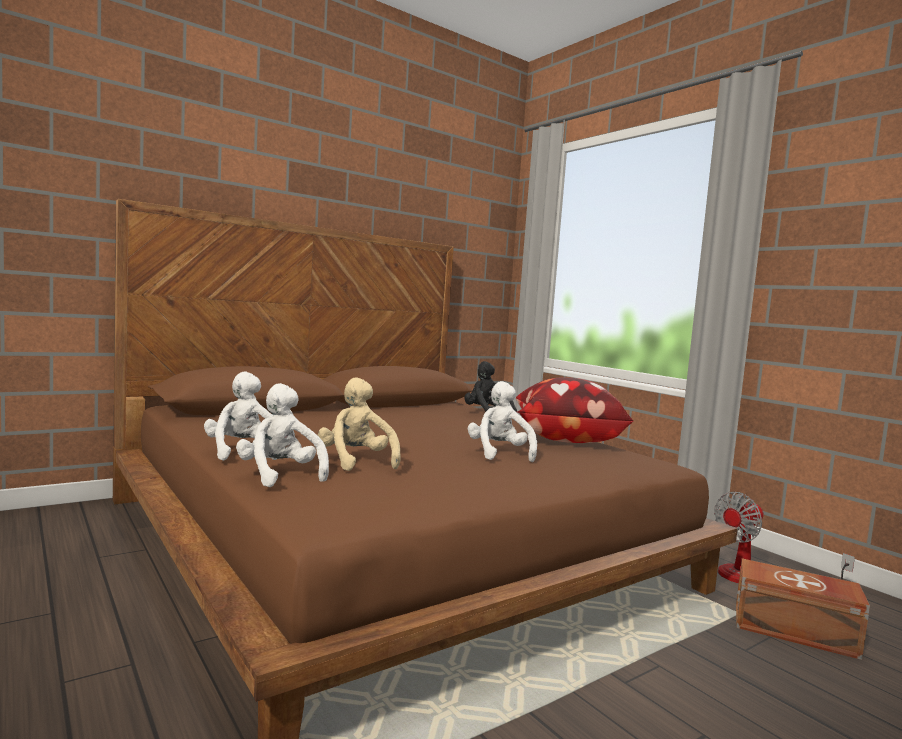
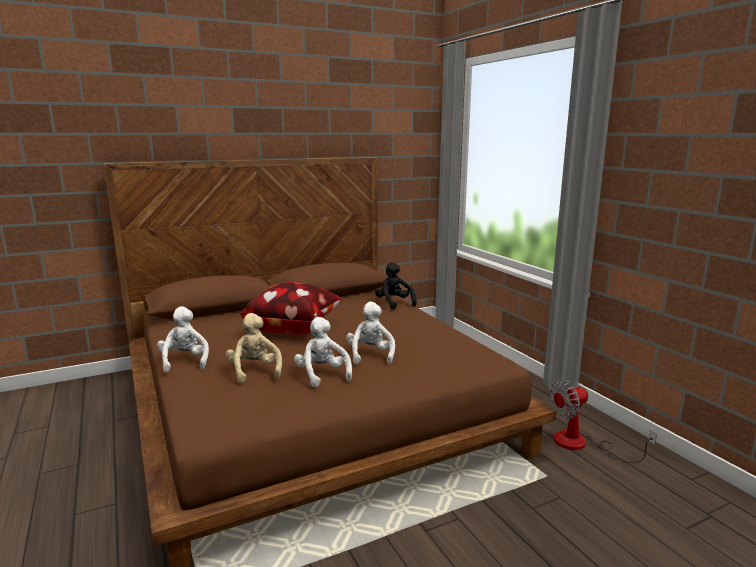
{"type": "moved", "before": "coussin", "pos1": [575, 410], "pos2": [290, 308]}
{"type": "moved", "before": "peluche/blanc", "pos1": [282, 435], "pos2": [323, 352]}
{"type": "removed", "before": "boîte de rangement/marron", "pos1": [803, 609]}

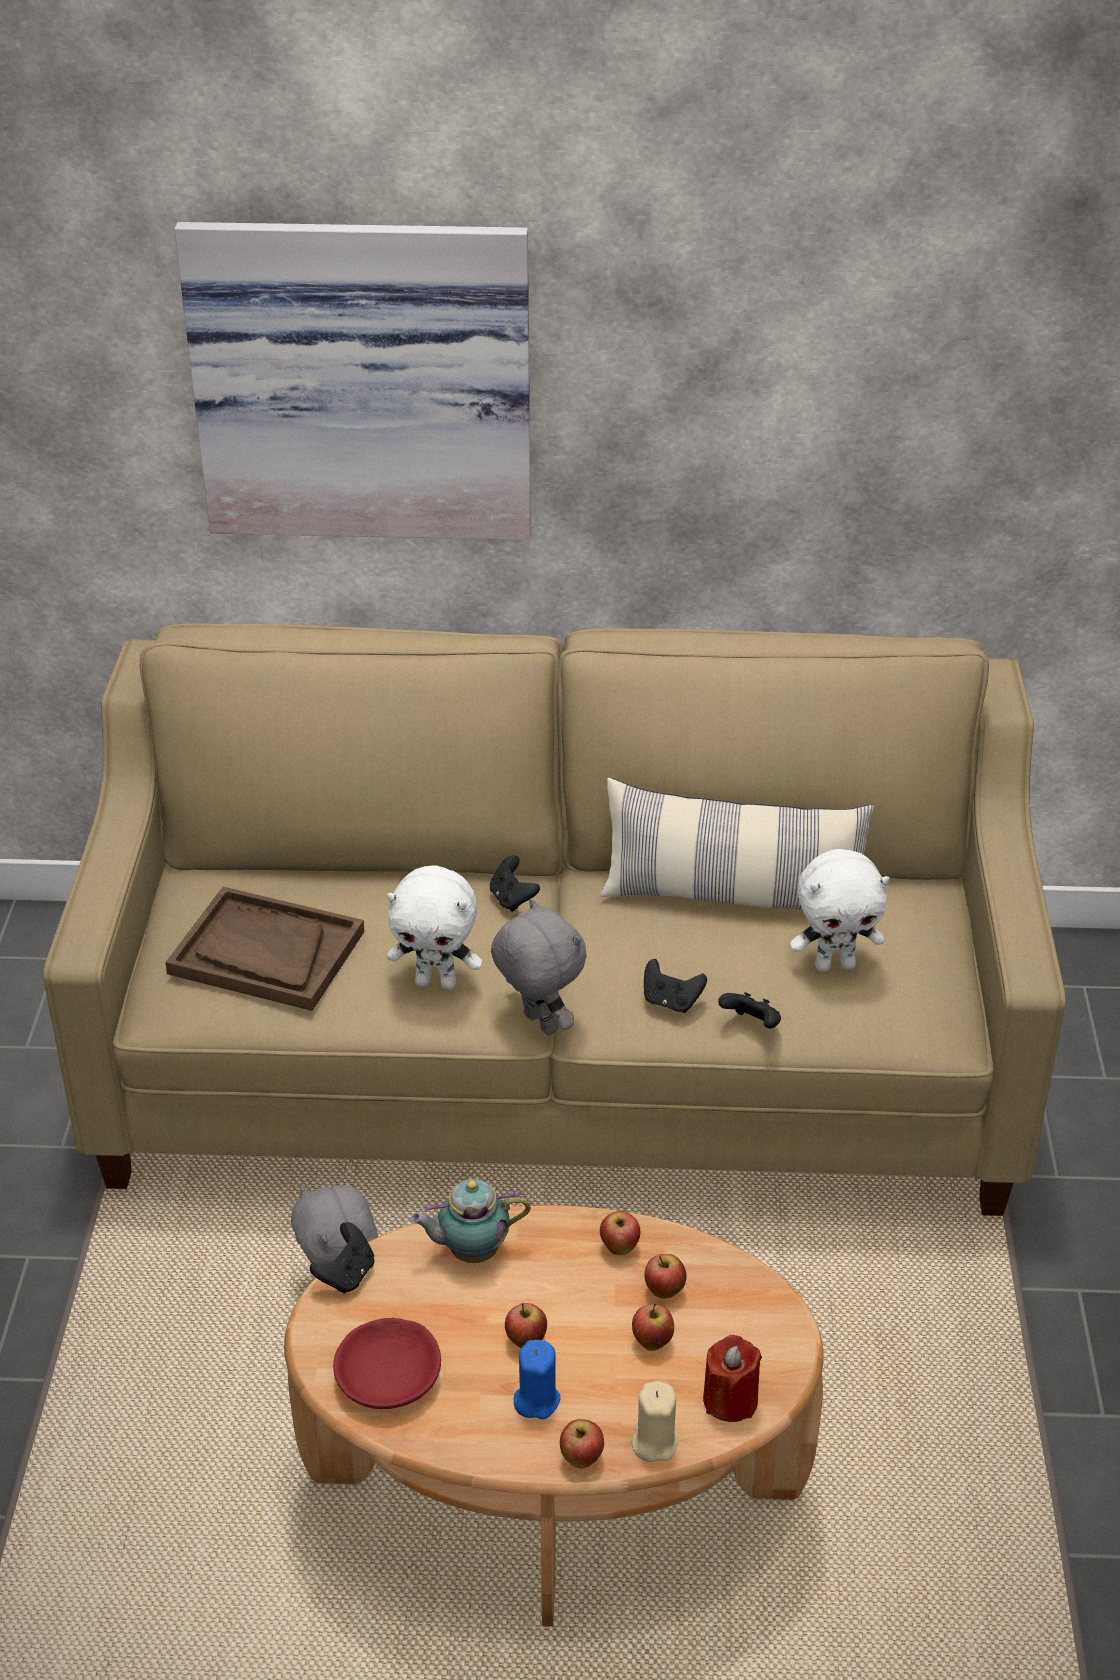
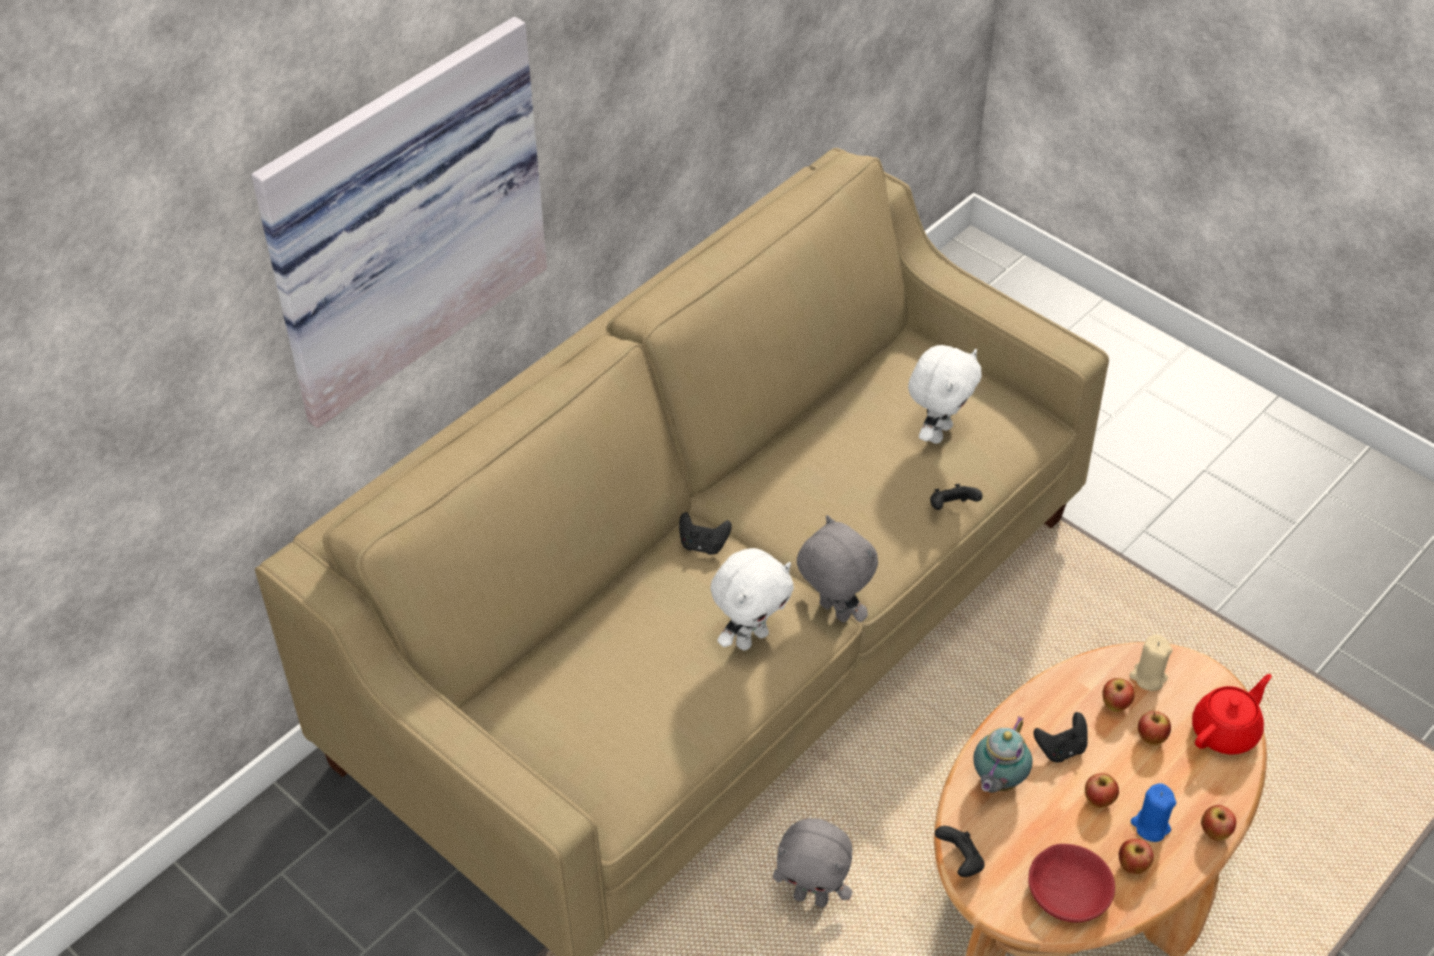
{"type": "turned", "before": "peluche/gris", "pos1": [539, 966], "pos2": [837, 569], "turn": 45}
{"type": "moved", "before": "manette/noir", "pos1": [675, 986], "pos2": [1061, 737]}
{"type": "moved", "before": "pomme", "pos1": [620, 1233], "pos2": [1136, 856]}
{"type": "moved", "before": "bougie/beige", "pos1": [654, 1421], "pos2": [1151, 662]}
{"type": "replaced", "before": "bougie/rouge", "after": "théière/rouge", "pos1": [732, 1378], "pos2": [1232, 714]}
{"type": "removed", "before": "plateau/marron", "pos1": [264, 949]}
{"type": "removed", "before": "coussin", "pos1": [737, 844]}

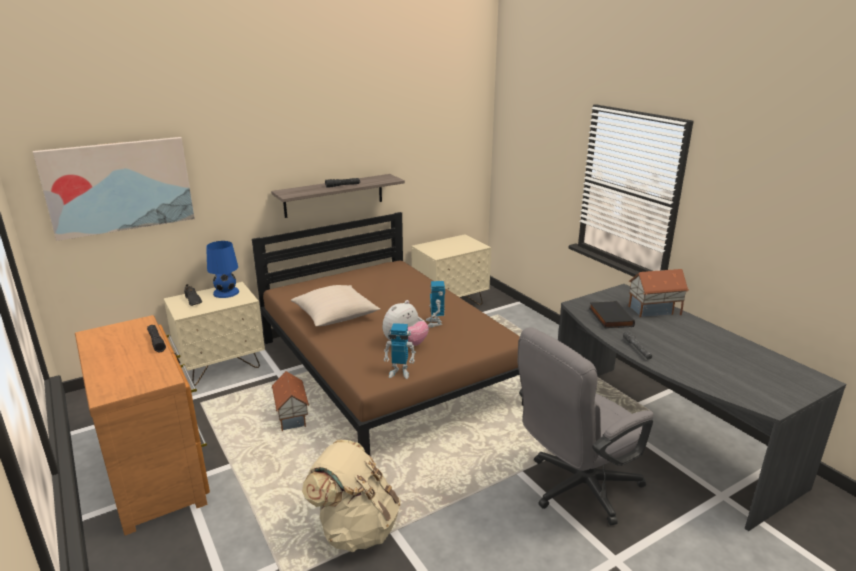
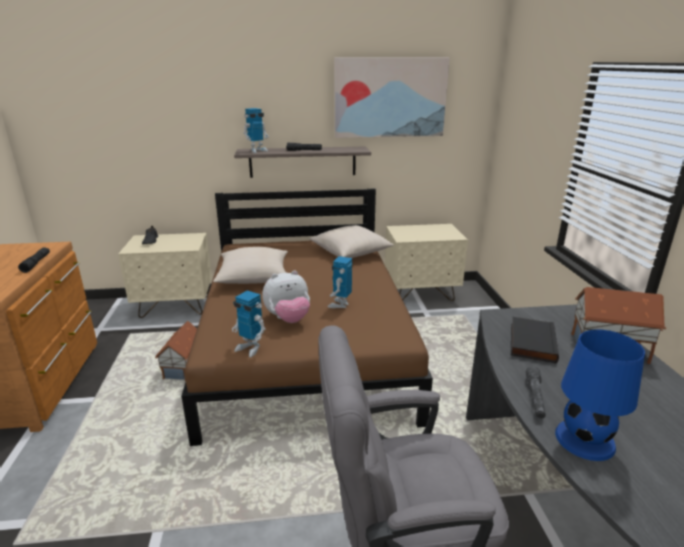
{"type": "added", "after": "robot jouet", "pos2": [256, 130]}
{"type": "added", "after": "coussin/beige", "pos2": [352, 241]}
{"type": "moved", "before": "tableau", "pos1": [114, 189], "pos2": [392, 97]}
{"type": "moved", "before": "lampe de table/bleu", "pos1": [222, 269], "pos2": [600, 395]}
{"type": "removed", "before": "sac à dos/beige", "pos1": [351, 496]}

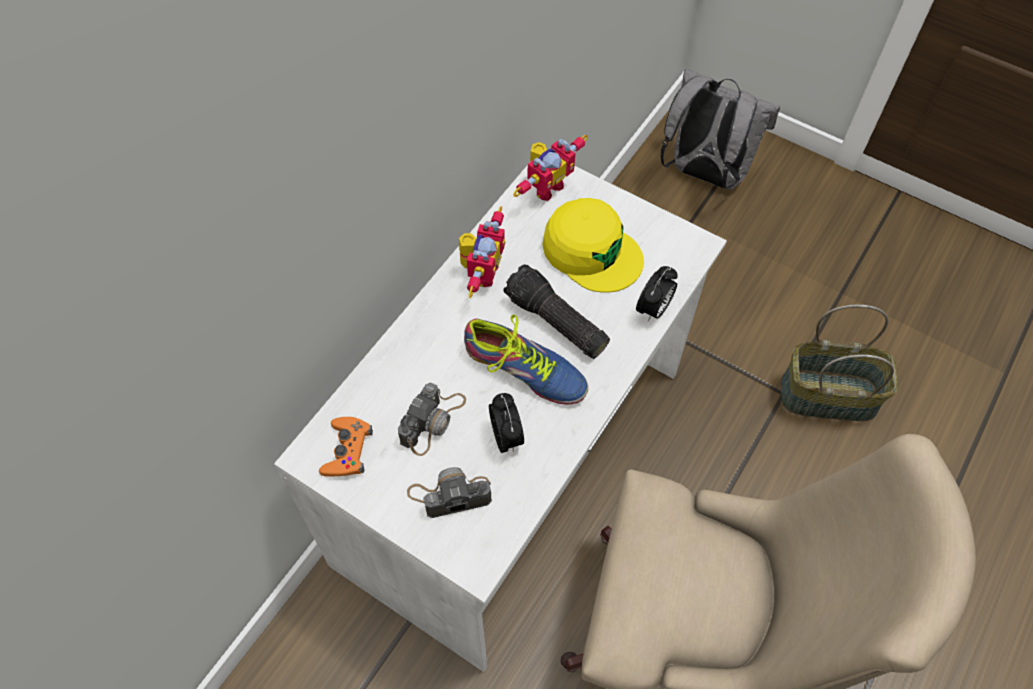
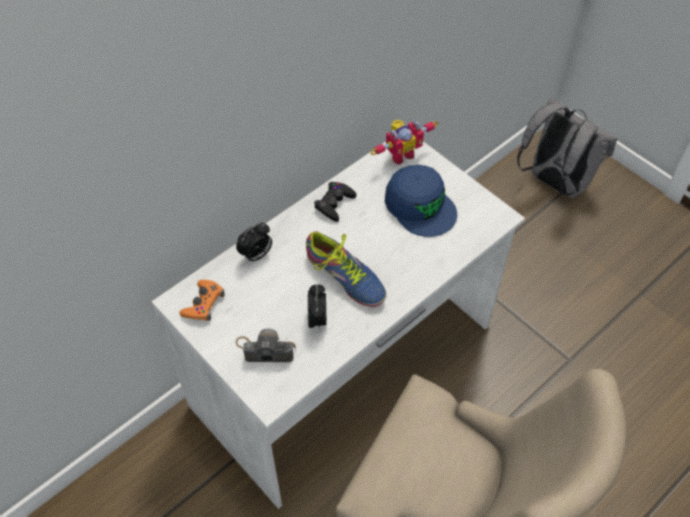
{"type": "moved", "before": "réveil", "pos1": [657, 293], "pos2": [254, 243]}
{"type": "replaced", "before": "robot jouet", "after": "manette/noir", "pos1": [482, 252], "pos2": [335, 202]}
{"type": "recoloured", "before": "casquette/jaune", "after": "casquette/bleu", "pos1": [593, 245], "pos2": [421, 201]}
{"type": "removed", "before": "appareil photo", "pos1": [432, 419]}
{"type": "removed", "before": "lampe de poche", "pos1": [556, 311]}
{"type": "removed", "before": "panier", "pos1": [839, 362]}

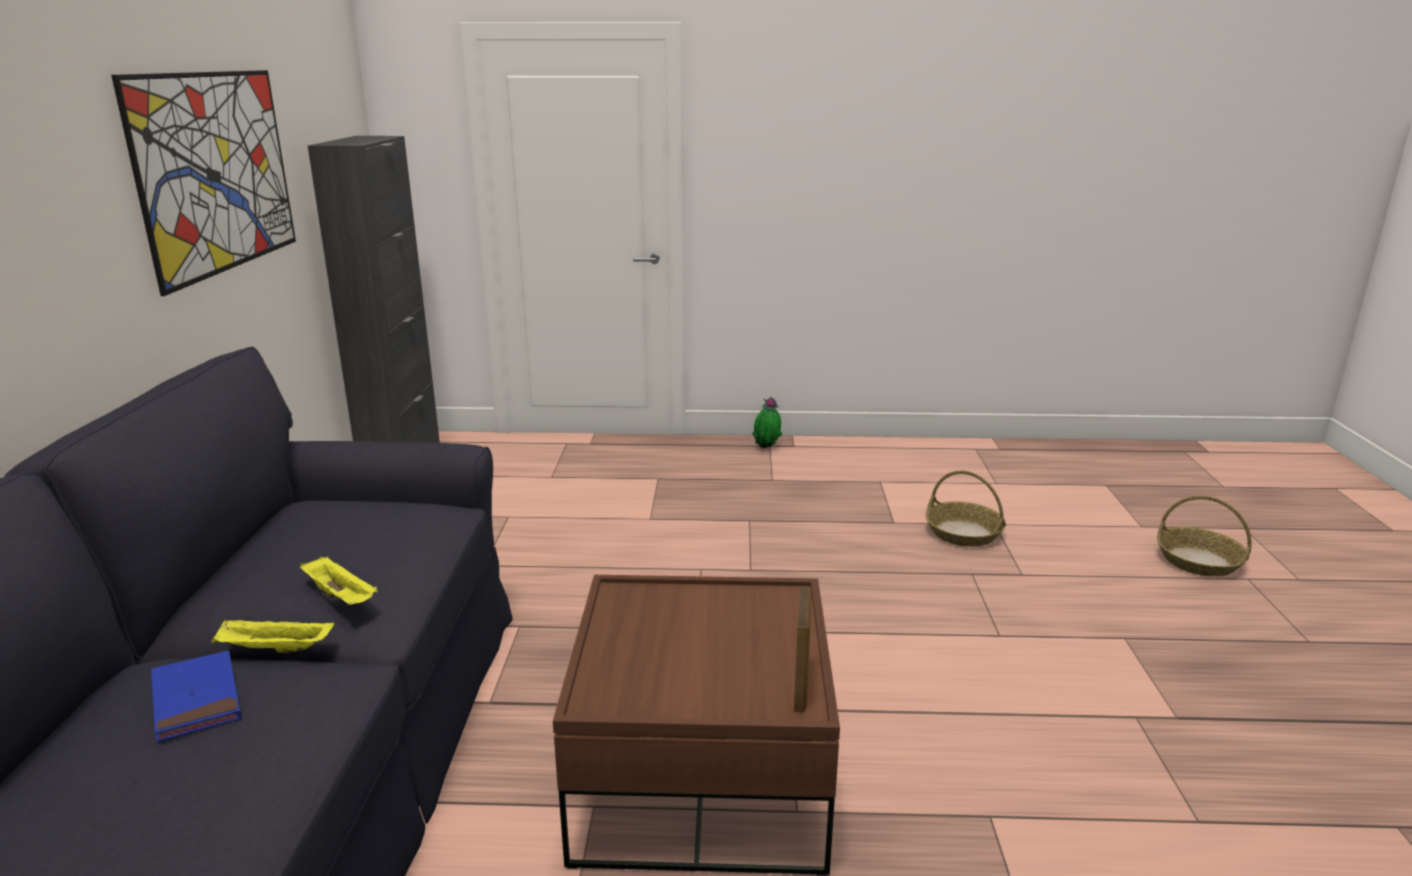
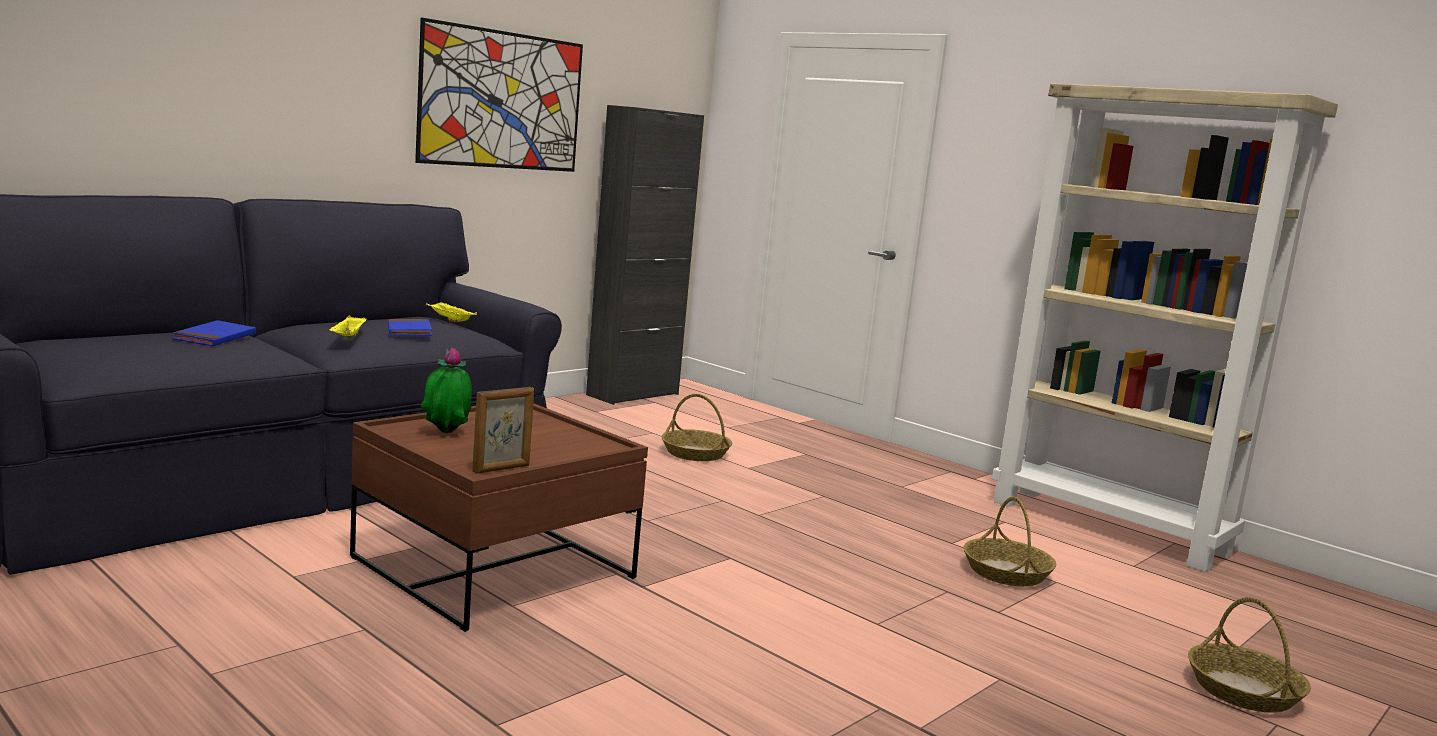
{"type": "added", "after": "livre/bleu", "pos2": [410, 327]}
{"type": "moved", "before": "plante en pot", "pos1": [767, 422], "pos2": [446, 390]}
{"type": "moved", "before": "plateau/jaune", "pos1": [273, 636], "pos2": [451, 312]}
{"type": "added", "after": "panier", "pos2": [696, 427]}
{"type": "added", "after": "bibliothèque/beige", "pos2": [1165, 327]}

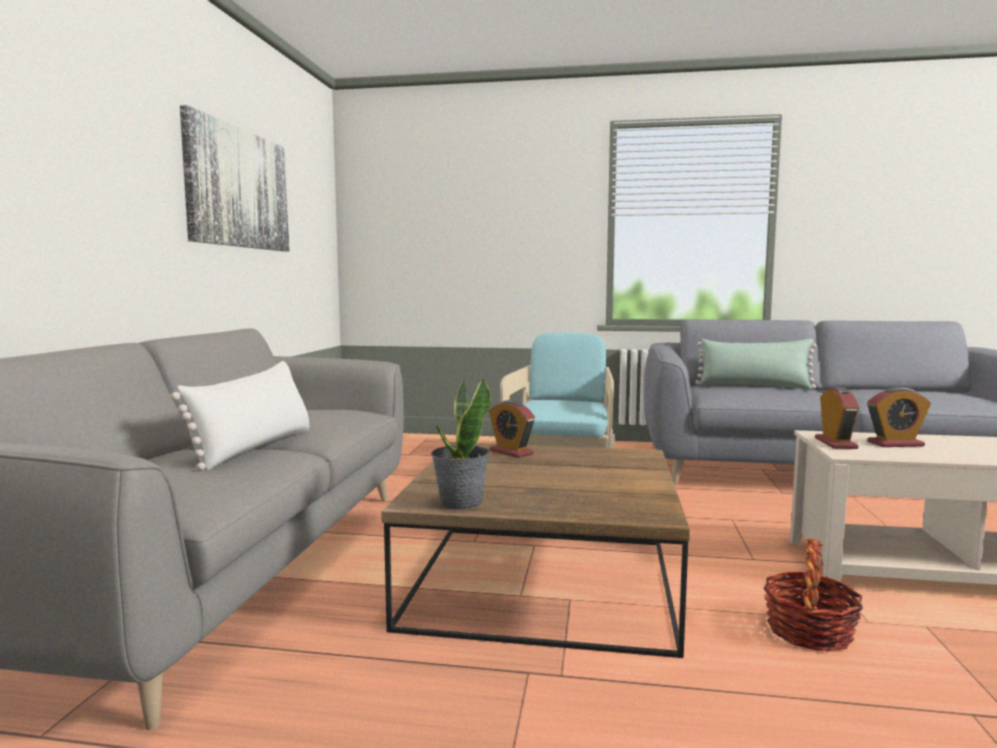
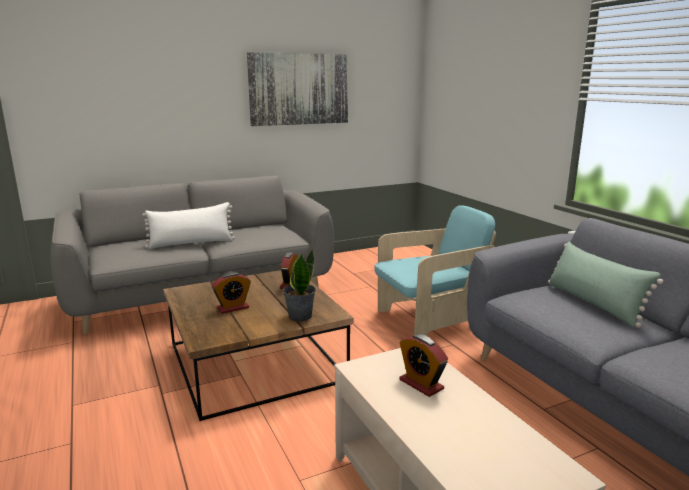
{"type": "moved", "before": "réveil", "pos1": [837, 418], "pos2": [231, 293]}
{"type": "moved", "before": "plante en pot", "pos1": [461, 443], "pos2": [299, 285]}
{"type": "removed", "before": "panier", "pos1": [813, 595]}

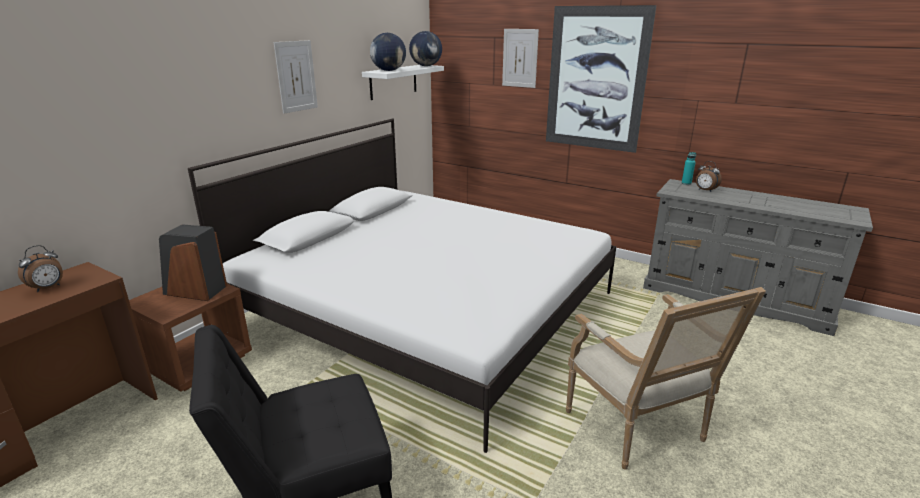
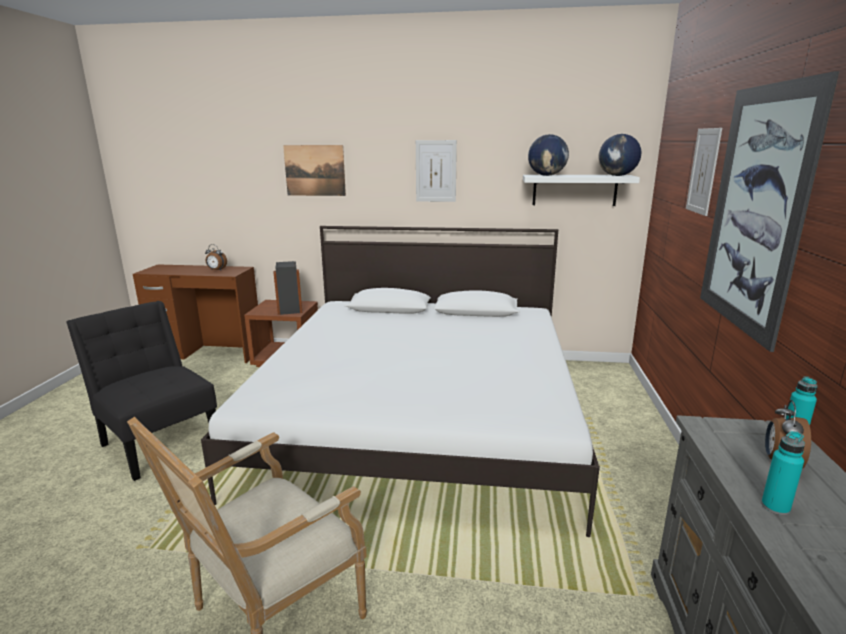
{"type": "added", "after": "tableau", "pos2": [314, 170]}
{"type": "added", "after": "bouteille/turquoise", "pos2": [783, 473]}

